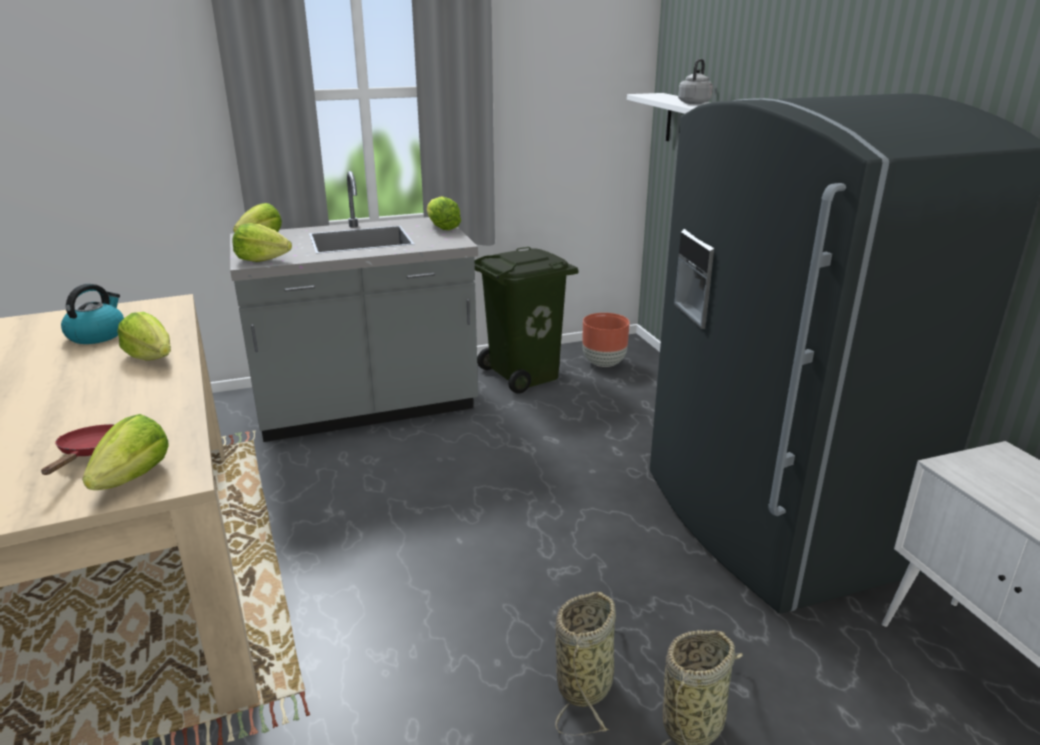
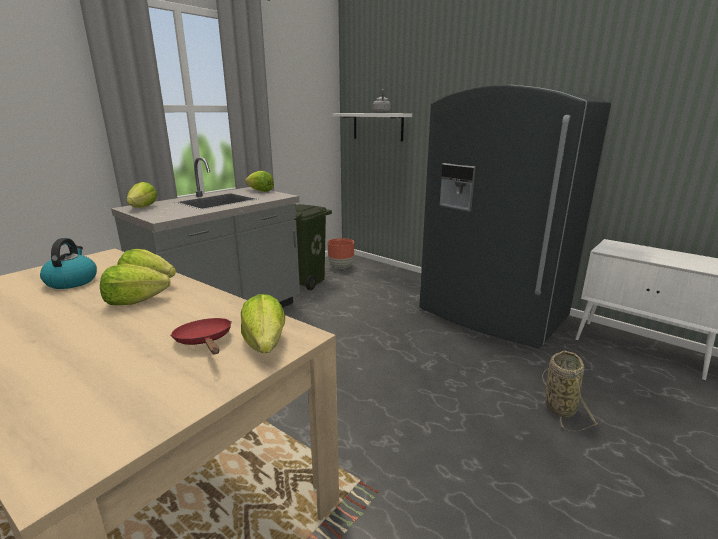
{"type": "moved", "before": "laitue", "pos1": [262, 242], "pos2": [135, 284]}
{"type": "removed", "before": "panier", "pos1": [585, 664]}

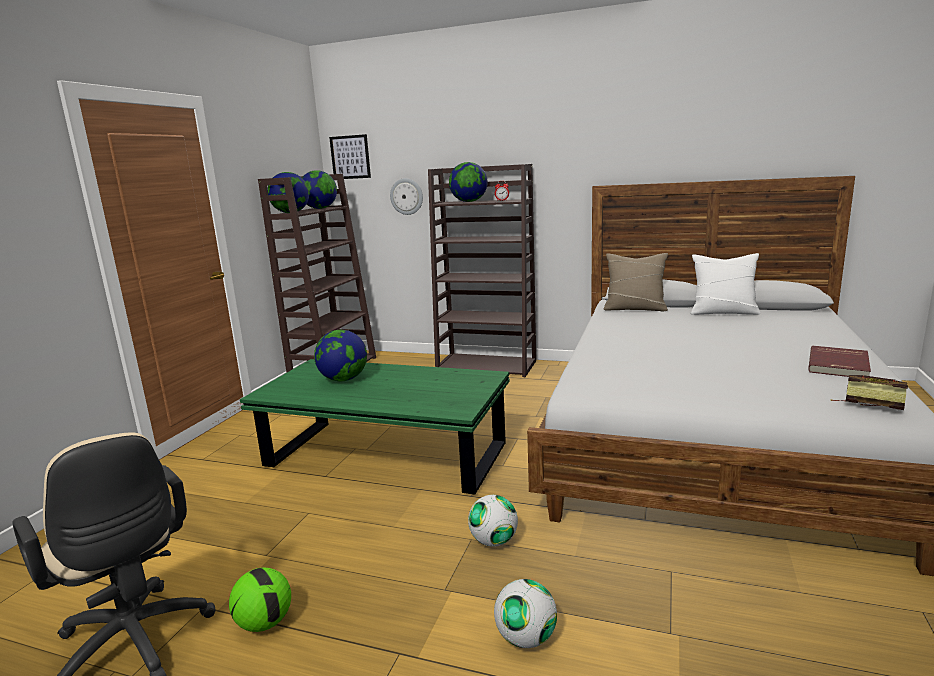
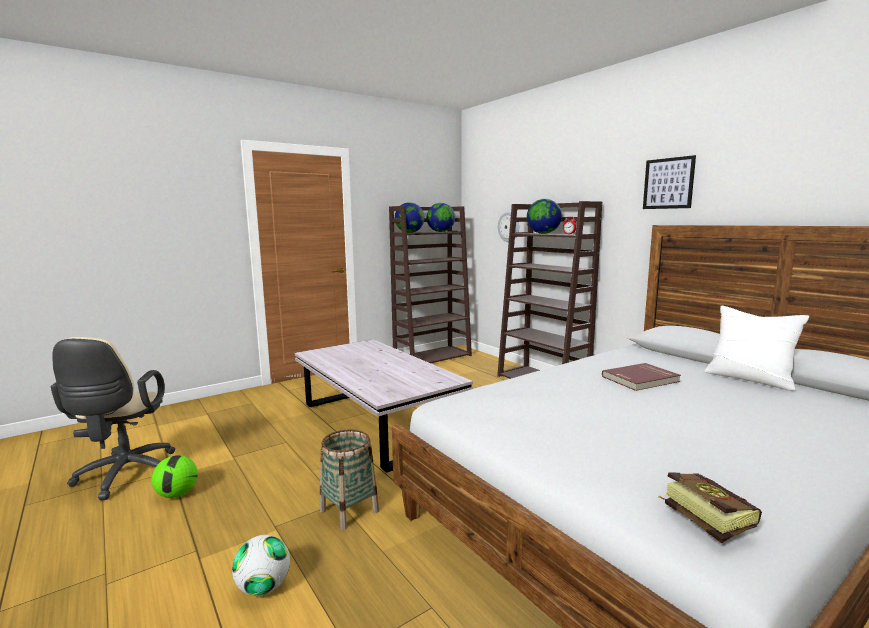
{"type": "recoloured", "before": "table basse/vert", "after": "table basse/blanc", "pos1": [375, 427], "pos2": [383, 406]}
{"type": "replaced", "before": "ballon de foot", "after": "panier", "pos1": [493, 521], "pos2": [349, 479]}
{"type": "moved", "before": "livre/rouge", "pos1": [839, 361], "pos2": [641, 377]}
{"type": "moved", "before": "tableau", "pos1": [350, 156], "pos2": [669, 182]}
{"type": "removed", "before": "globe", "pos1": [340, 355]}
{"type": "removed", "before": "coussin/beige", "pos1": [635, 282]}

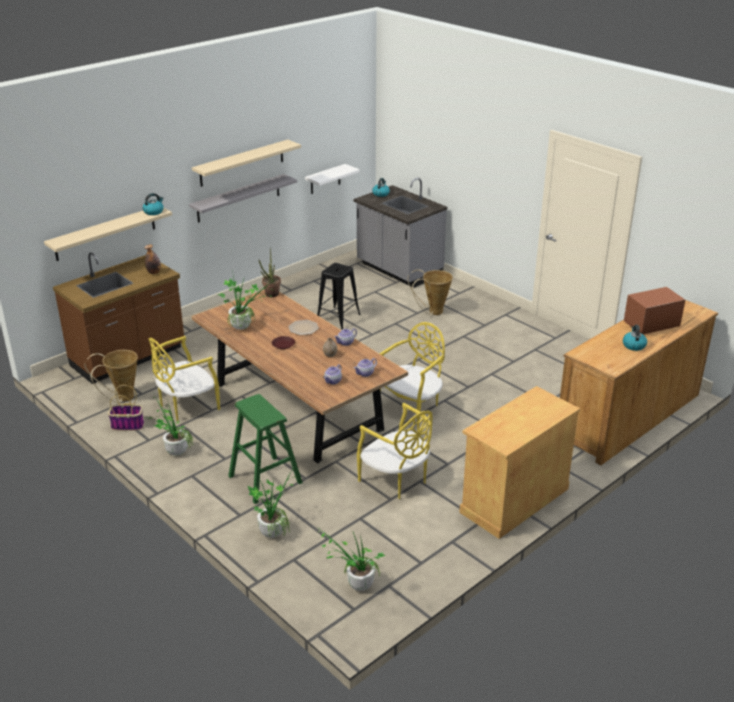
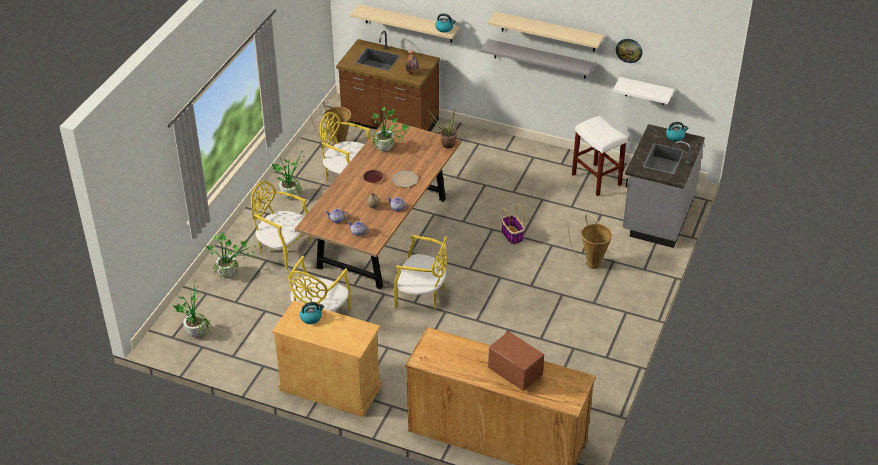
{"type": "replaced", "before": "tabouret/vert", "after": "chaise/jaune", "pos1": [266, 449], "pos2": [281, 225]}
{"type": "moved", "before": "bouilloire", "pos1": [635, 338], "pos2": [312, 313]}
{"type": "moved", "before": "panier", "pos1": [126, 407], "pos2": [513, 224]}
{"type": "added", "after": "tabouret/blanc", "pos2": [599, 156]}
{"type": "added", "after": "horloge murale", "pos2": [629, 51]}
{"type": "removed", "before": "tabouret/noir", "pos1": [339, 296]}

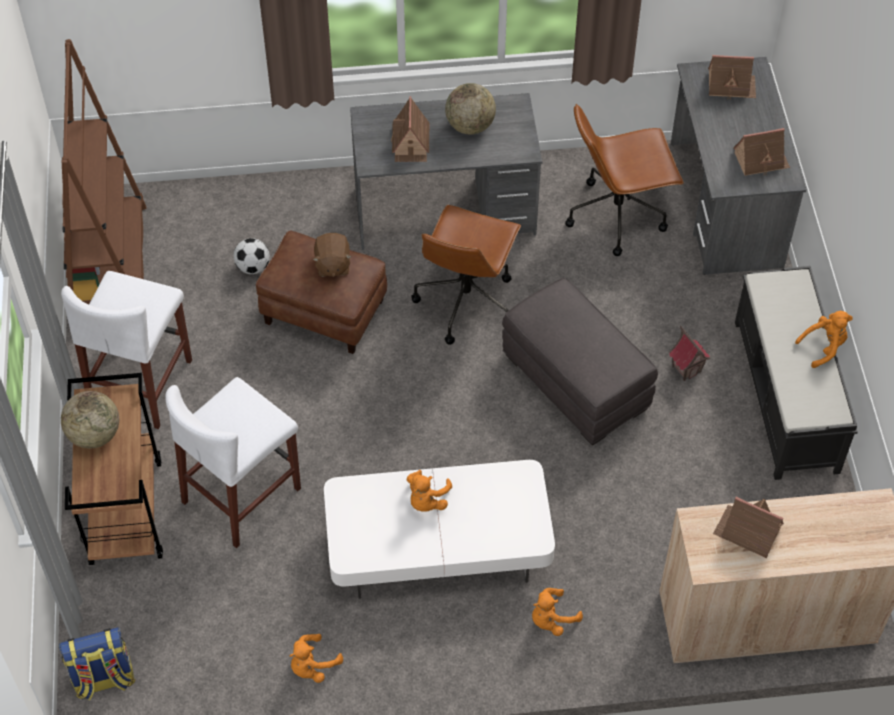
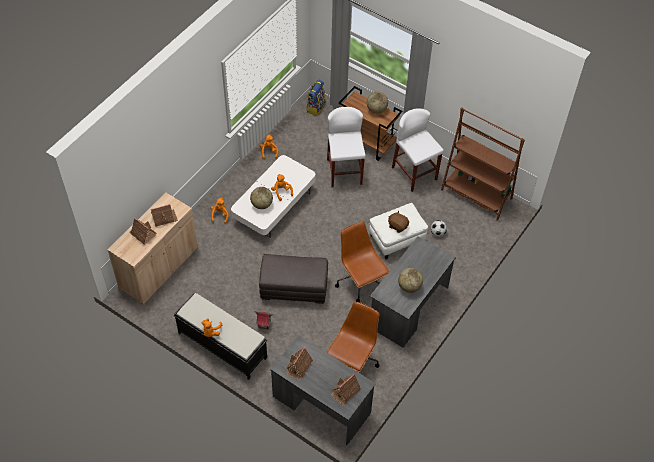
{"type": "moved", "before": "maison miniature", "pos1": [410, 129], "pos2": [143, 231]}
{"type": "added", "after": "globe", "pos2": [261, 198]}
{"type": "recoloured", "before": "pouf/marron", "after": "pouf/blanc", "pos1": [321, 292], "pos2": [398, 231]}

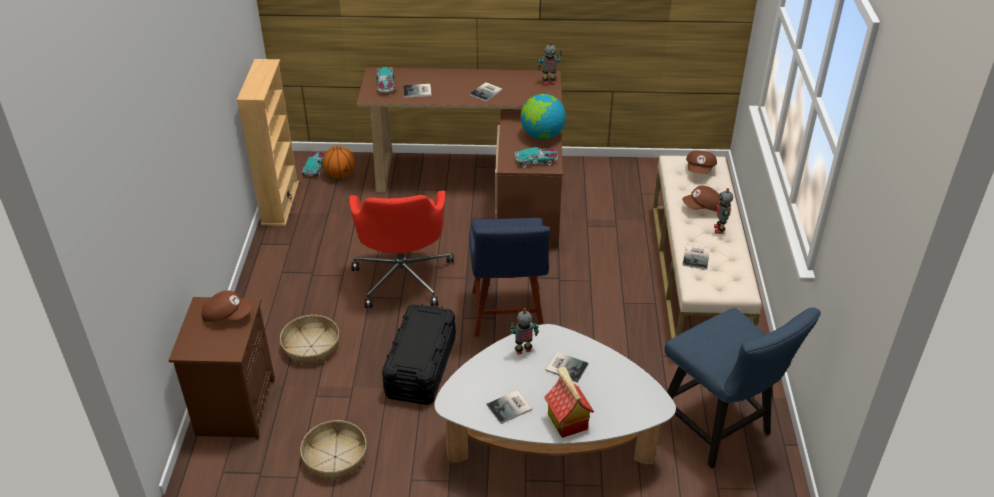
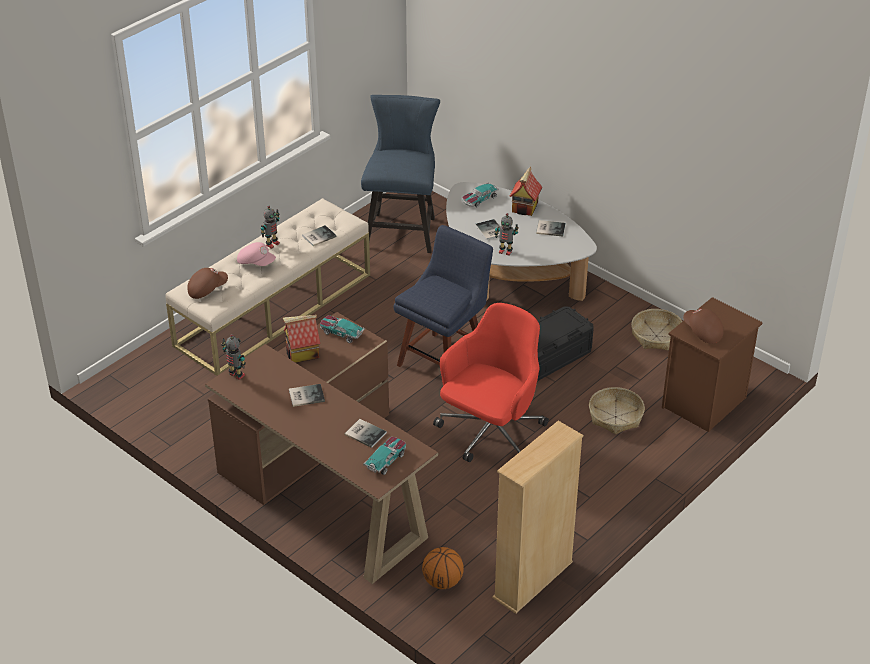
{"type": "recoloured", "before": "casquette/marron", "after": "casquette/rose", "pos1": [701, 198], "pos2": [256, 254]}
{"type": "replaced", "before": "globe", "after": "maison miniature", "pos1": [543, 116], "pos2": [301, 339]}
{"type": "moved", "before": "petite voiture", "pos1": [313, 164], "pos2": [480, 194]}

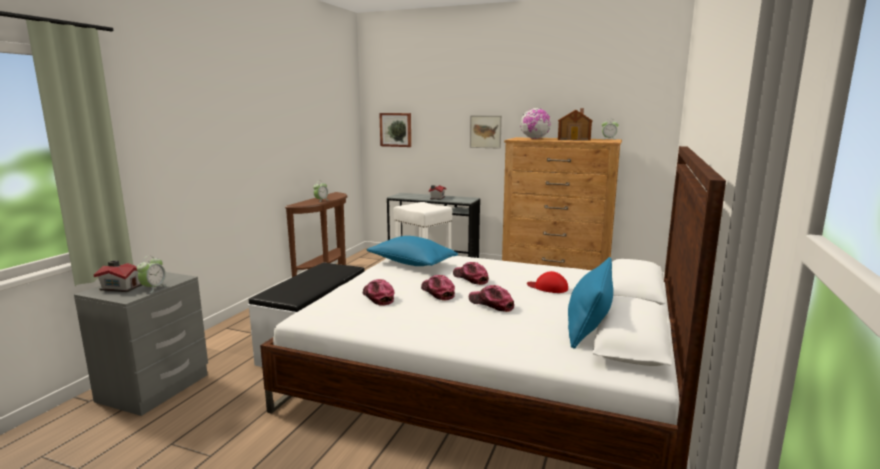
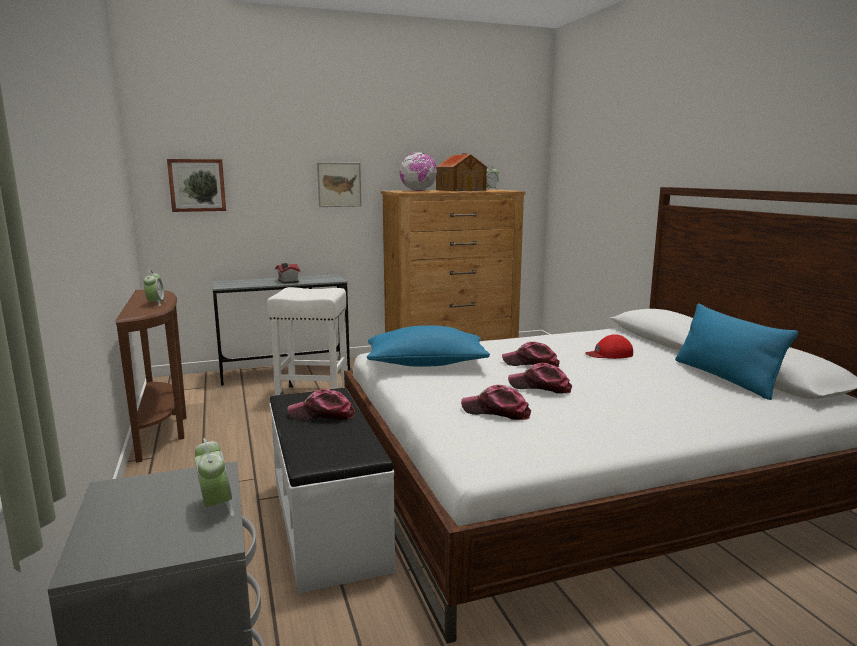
{"type": "moved", "before": "casquette", "pos1": [491, 298], "pos2": [321, 404]}
{"type": "removed", "before": "maison miniature", "pos1": [118, 276]}

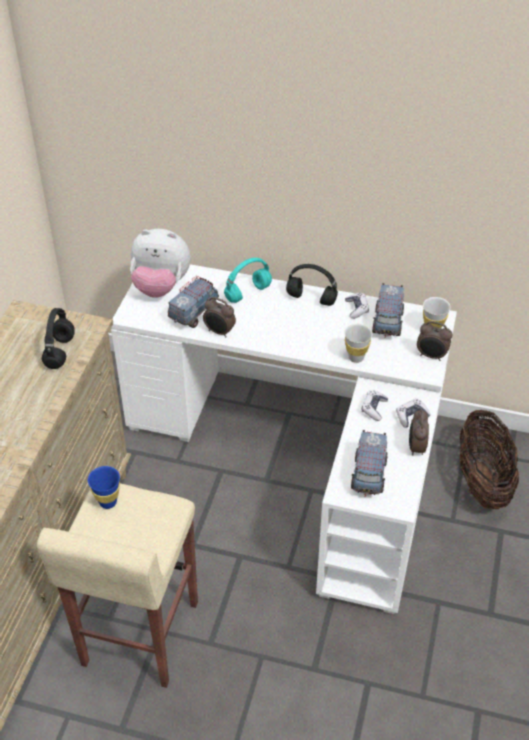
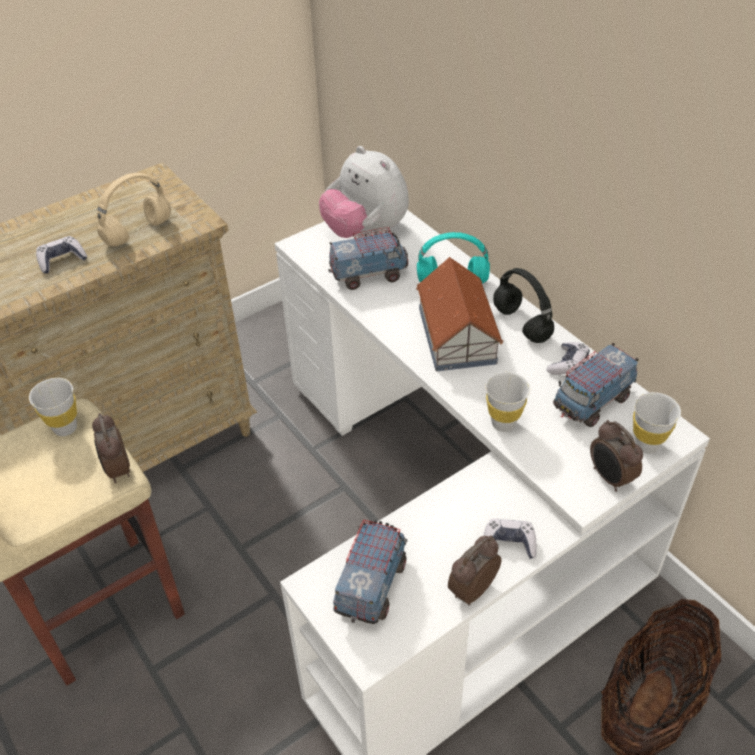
{"type": "recoloured", "before": "tasse/bleu", "after": "tasse/blanc", "pos1": [104, 487], "pos2": [53, 407]}
{"type": "moved", "before": "manette", "pos1": [375, 405], "pos2": [61, 255]}
{"type": "moved", "before": "réveil", "pos1": [219, 317], "pos2": [111, 448]}
{"type": "recoloured", "before": "casque audio/noir", "after": "casque audio/beige", "pos1": [58, 338], "pos2": [134, 209]}
{"type": "turned", "before": "camion jouet", "pos1": [369, 463], "pos2": [370, 572], "turn": 150}
{"type": "added", "after": "maison miniature", "pos2": [459, 314]}

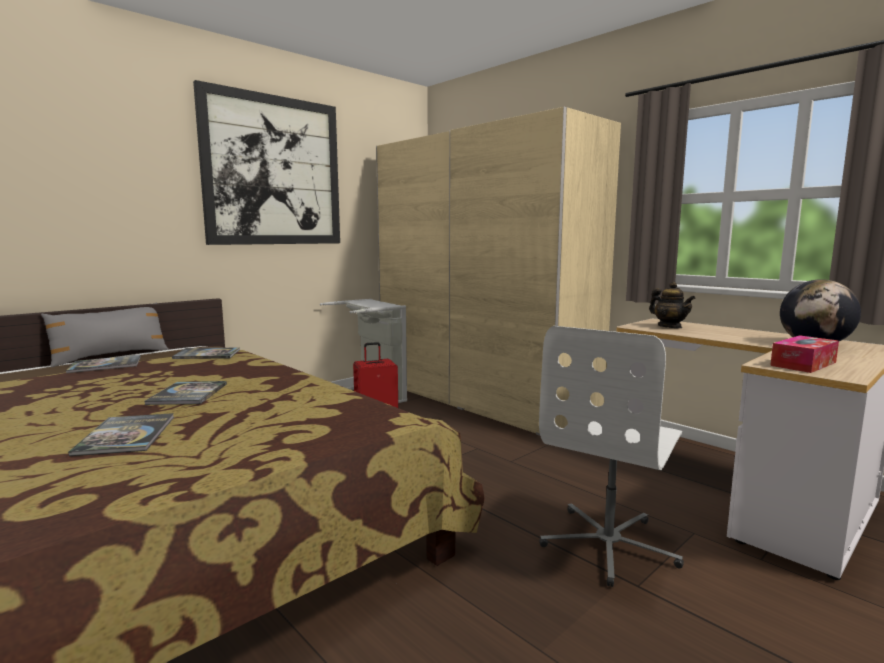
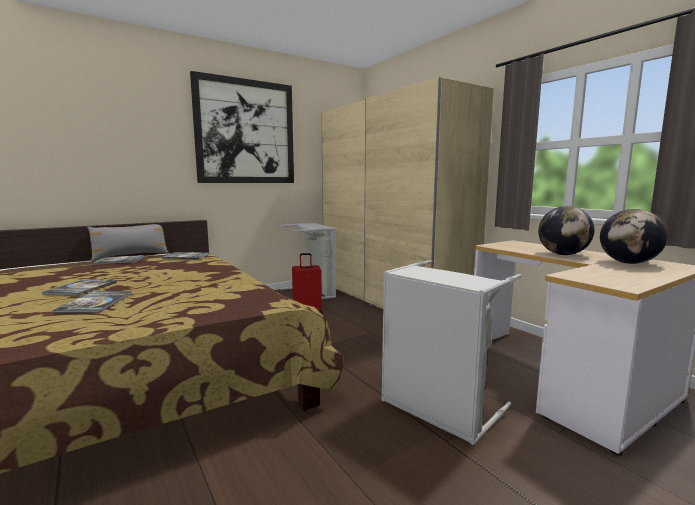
{"type": "moved", "before": "livre", "pos1": [185, 393], "pos2": [79, 287]}
{"type": "replaced", "before": "chaise de bureau/blanc", "after": "panier à linge/gris", "pos1": [611, 456], "pos2": [451, 352]}
{"type": "added", "after": "globe", "pos2": [566, 230]}
{"type": "removed", "before": "théière", "pos1": [672, 305]}
{"type": "removed", "before": "boîte à mouchoirs", "pos1": [804, 354]}

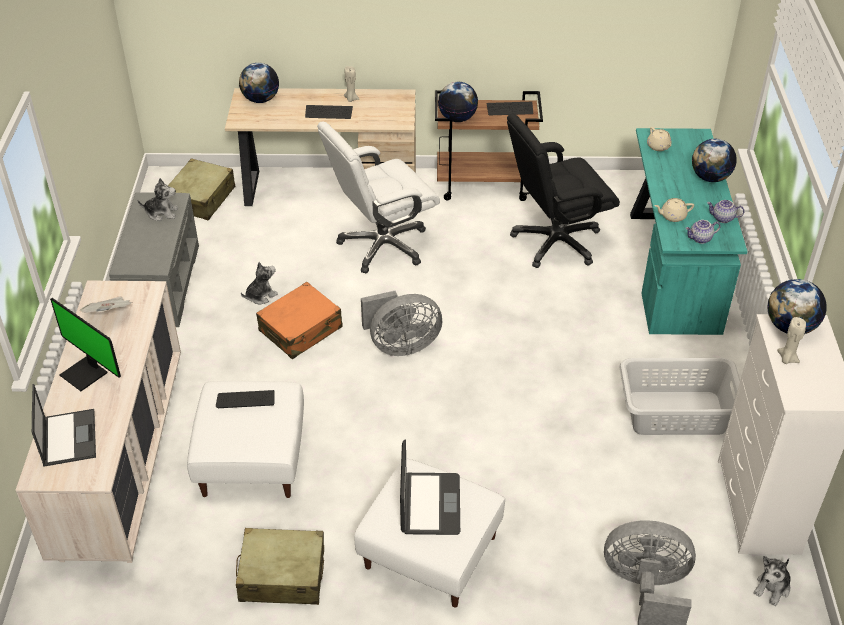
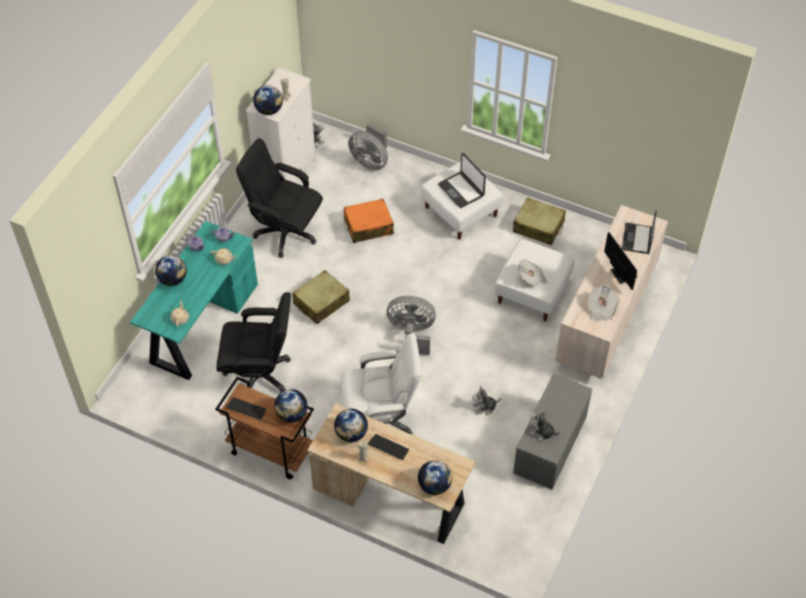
{"type": "replaced", "before": "panier à linge/gris", "after": "chaise de bureau/noir", "pos1": [679, 396], "pos2": [279, 198]}
{"type": "moved", "before": "valise/beige", "pos1": [201, 189], "pos2": [321, 297]}
{"type": "added", "after": "globe", "pos2": [351, 425]}
{"type": "moved", "before": "valise/orange", "pos1": [299, 320], "pos2": [369, 221]}
{"type": "turned", "before": "ordinateur portable", "pos1": [430, 487], "pos2": [462, 180], "turn": -60}
{"type": "replaced", "before": "clavier", "after": "journal", "pos1": [245, 399], "pos2": [531, 273]}

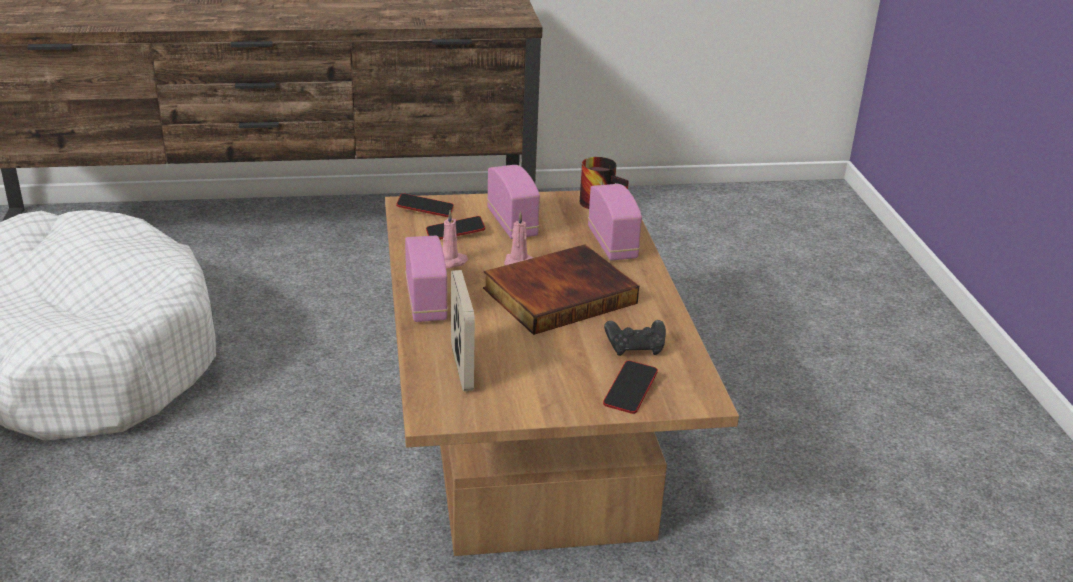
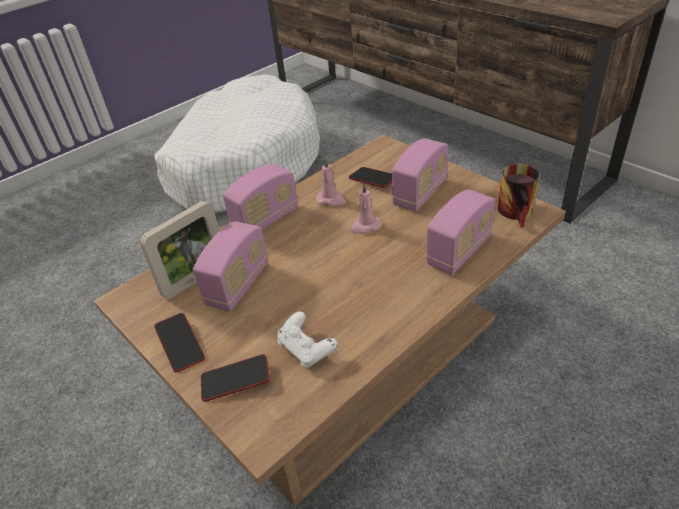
{"type": "moved", "before": "téléphone", "pos1": [425, 205], "pos2": [179, 343]}
{"type": "added", "after": "radio", "pos2": [230, 266]}
{"type": "recoloured", "before": "manette/noir", "after": "manette/blanc", "pos1": [635, 338], "pos2": [307, 339]}
{"type": "removed", "before": "livre", "pos1": [561, 289]}

